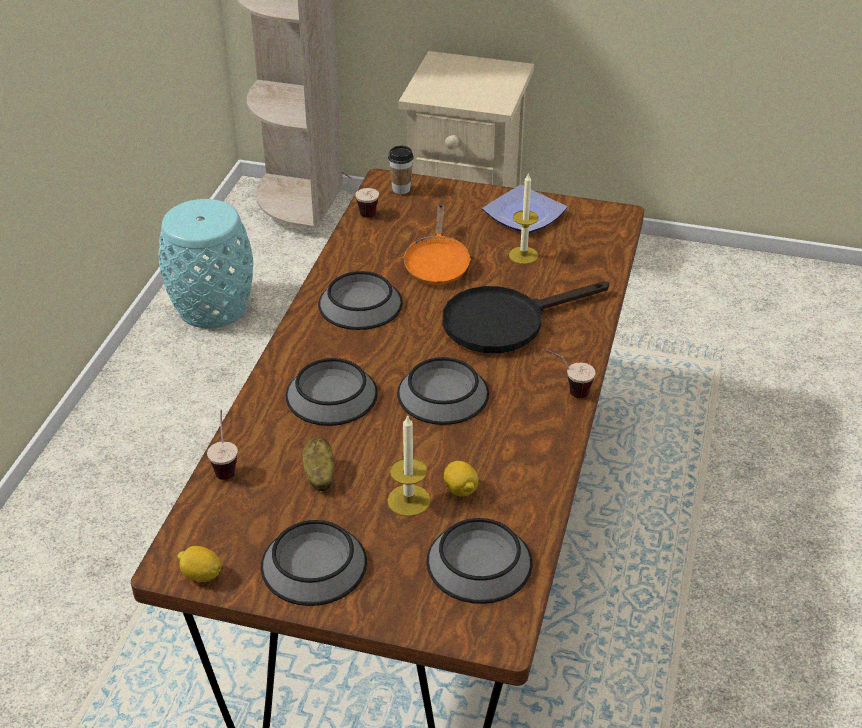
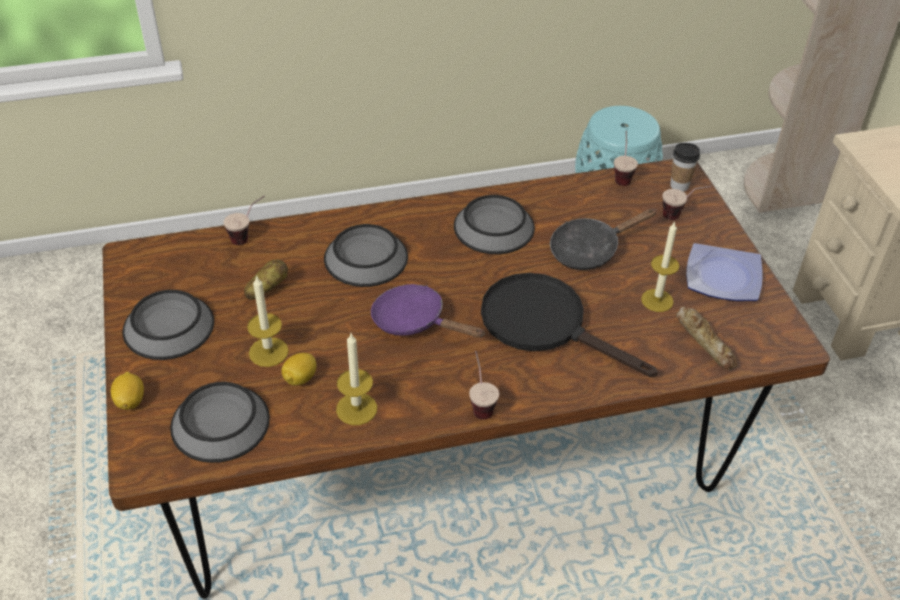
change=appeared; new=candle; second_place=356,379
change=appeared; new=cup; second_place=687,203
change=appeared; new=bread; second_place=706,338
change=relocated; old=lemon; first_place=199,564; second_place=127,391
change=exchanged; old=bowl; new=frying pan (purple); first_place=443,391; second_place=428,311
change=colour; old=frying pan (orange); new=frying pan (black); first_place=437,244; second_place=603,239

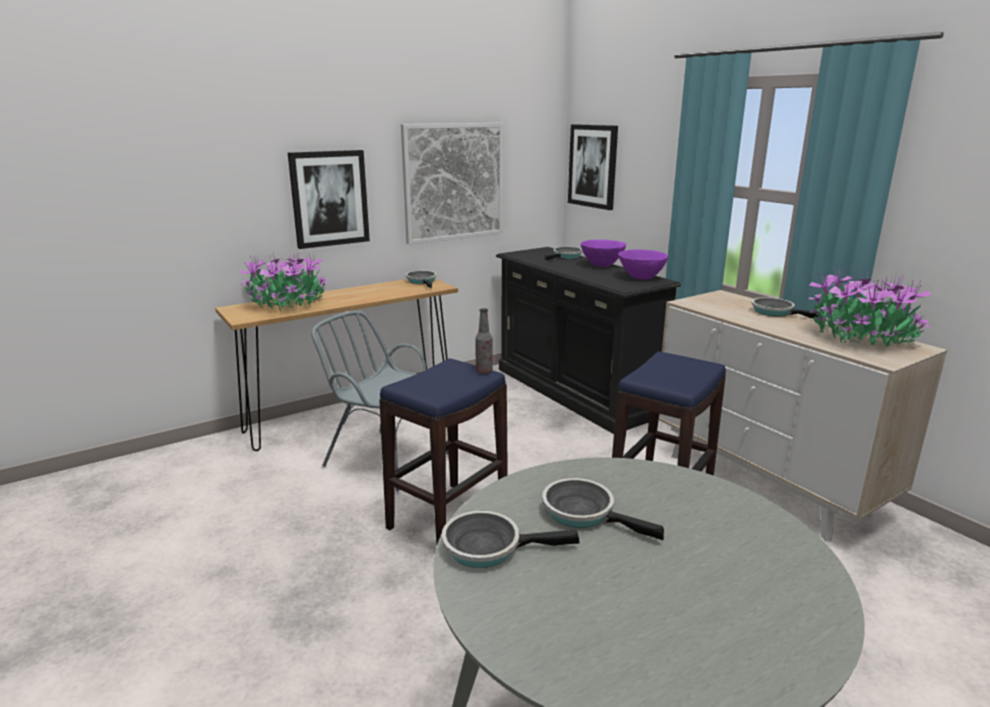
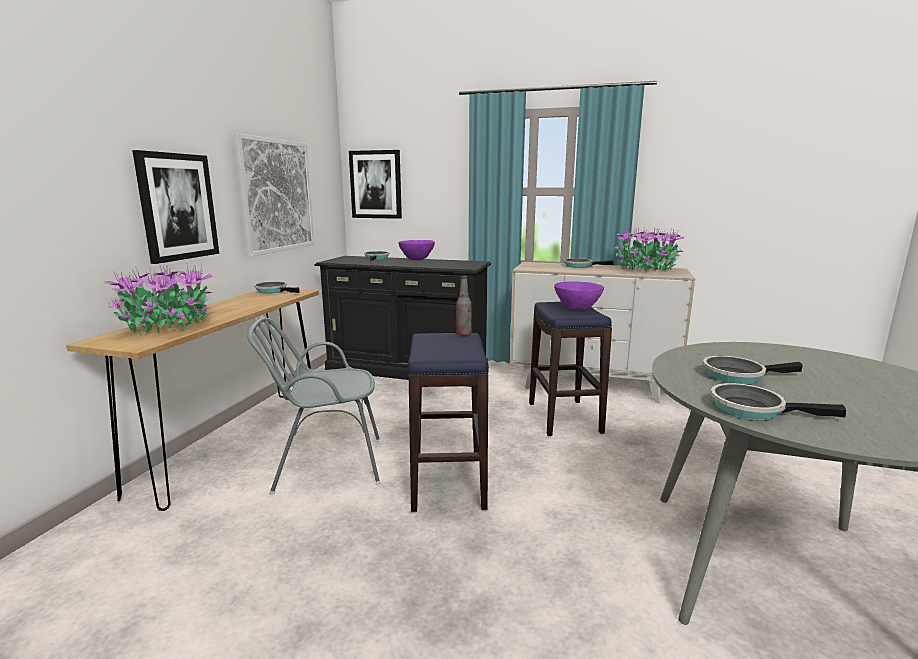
change=relocated; old=bowl (purple); first_place=643,264; second_place=579,295
change=spun; old=frying pan; first_place=511,539; second_place=778,402; degrees=60

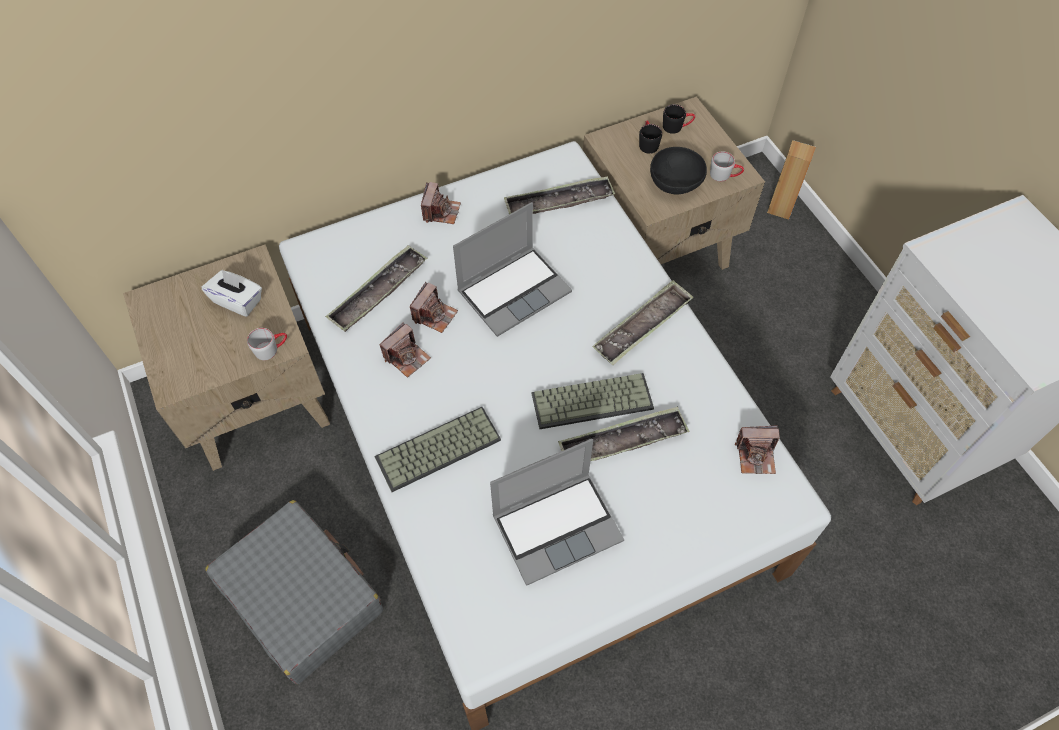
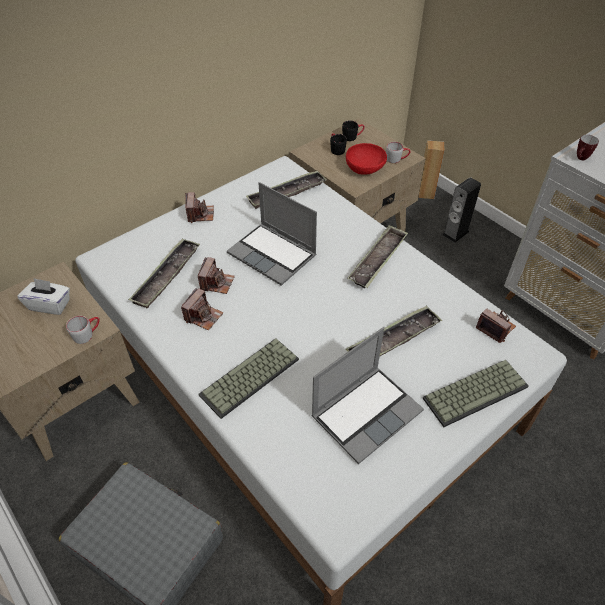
change=appeared; new=speaker; second_place=462,210
change=appeared; new=mug; second_place=588,147
change=relocated; old=keyboard; first_place=593,401; second_place=476,393
change=colour; old=bowl (black); new=bowl (red); first_place=678,171; second_place=366,158
change=spun; old=laptop; first_place=512,269; second_place=272,234; degrees=90
change=spun; old=photo camera; first_place=757,450; second_place=496,326; degrees=-120

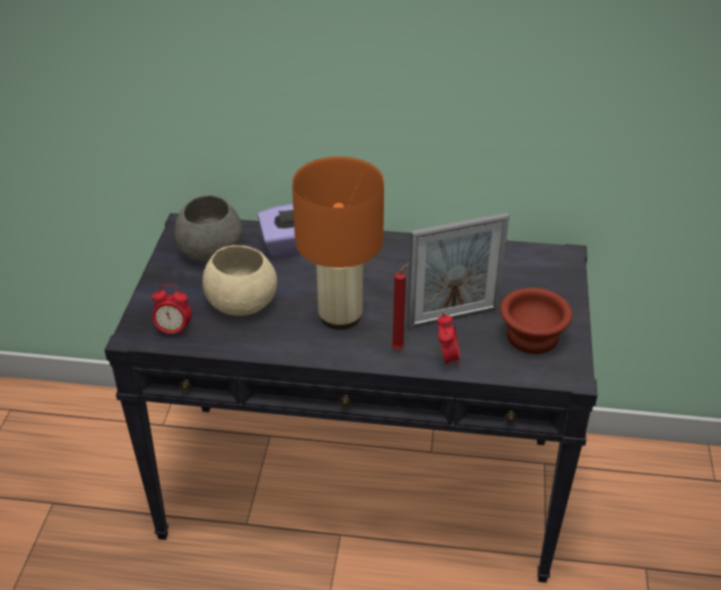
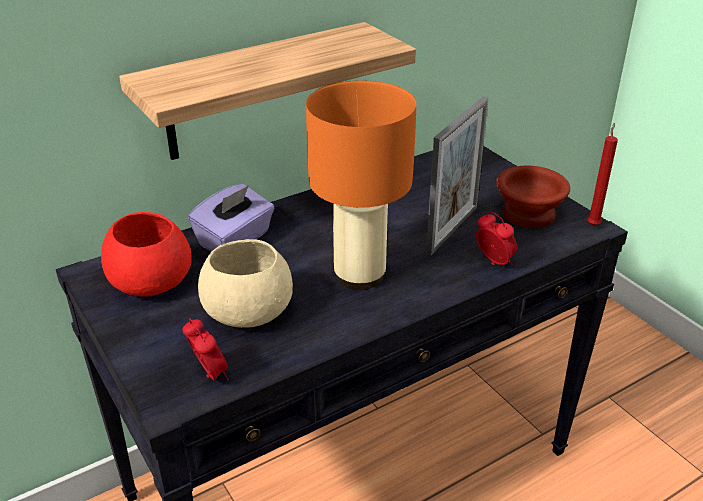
change=appeared; new=shelf; second_place=267,91
change=relocated; old=candle (red); first_place=400,305; second_place=603,174
change=colour; old=bowl (grey); new=bowl (red); first_place=208,228; second_place=146,254
change=spun; old=alarm clock; first_place=172,310; second_place=205,349; degrees=-90

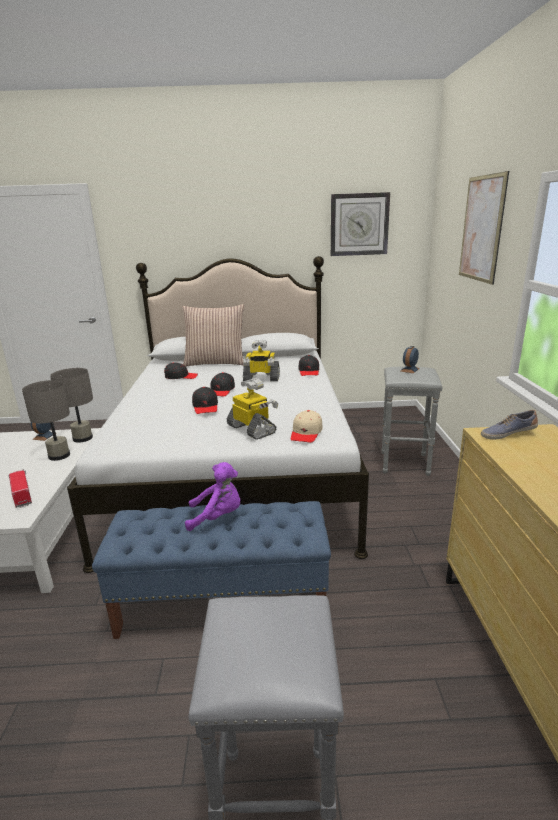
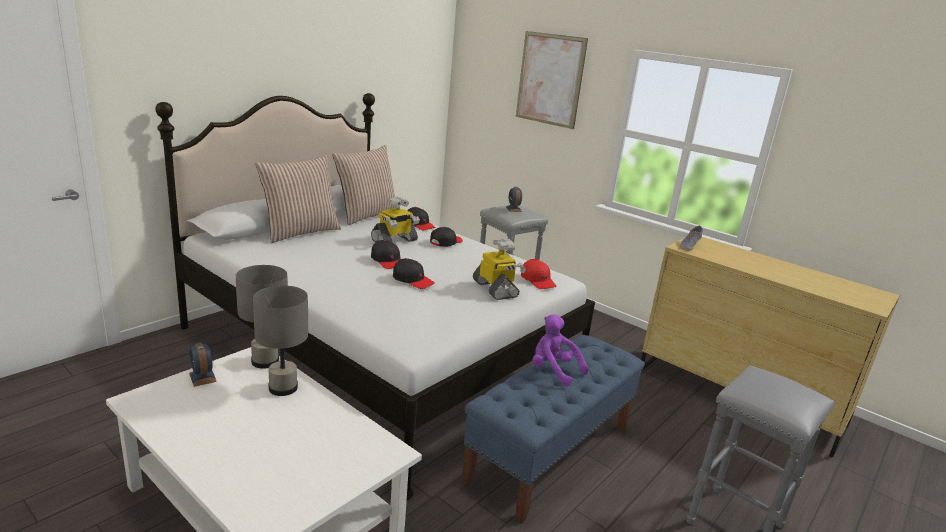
change=missing; old=toy truck; first_place=20,488
change=missing; old=wall clock; first_place=360,224
change=appeared; new=pillow; second_place=364,185
change=relocated; old=cap (black); first_place=181,371; second_place=446,237
change=colour; old=cap (beige); new=cap (red); first_place=307,426; second_place=539,274
change=spun; old=plush toy (purple); first_place=212,496; second_place=561,350; degrees=-90
change=spun; old=toy robot; first_place=252,409; second_place=499,269; degrees=60

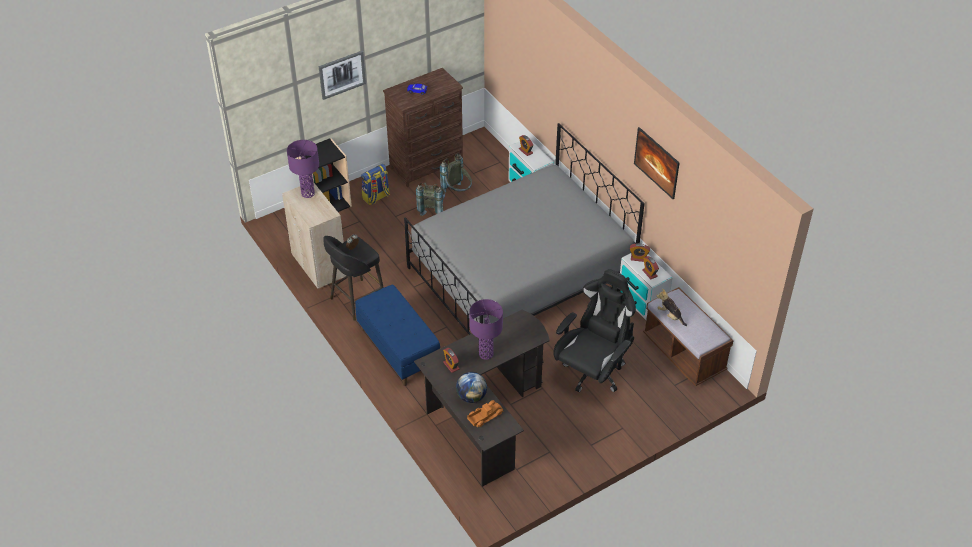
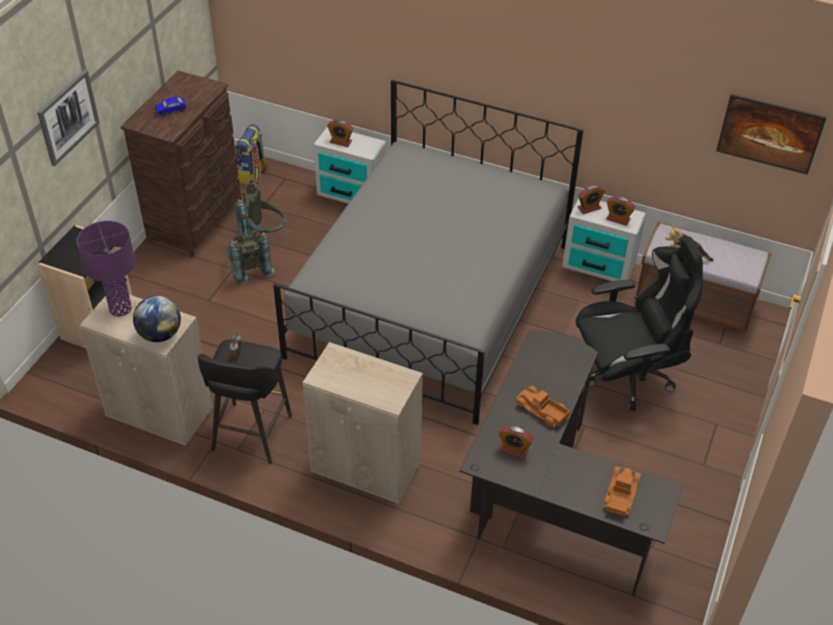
change=relocated; old=backpack; first_place=375,184; second_place=251,154
change=relocated; old=globe; first_place=471,387; second_place=157,319
change=relocated; old=picture; first_place=656,163; second_place=771,134
change=exchanged; old=bench (blue); new=cabinet (beige); first_place=397,335; second_place=363,423
change=exchanged; old=table lamp (purple); new=toy truck; first_place=486,329; second_place=543,406
change=spun; old=office chair (black); first_place=594,330; second_place=639,323; degrees=75

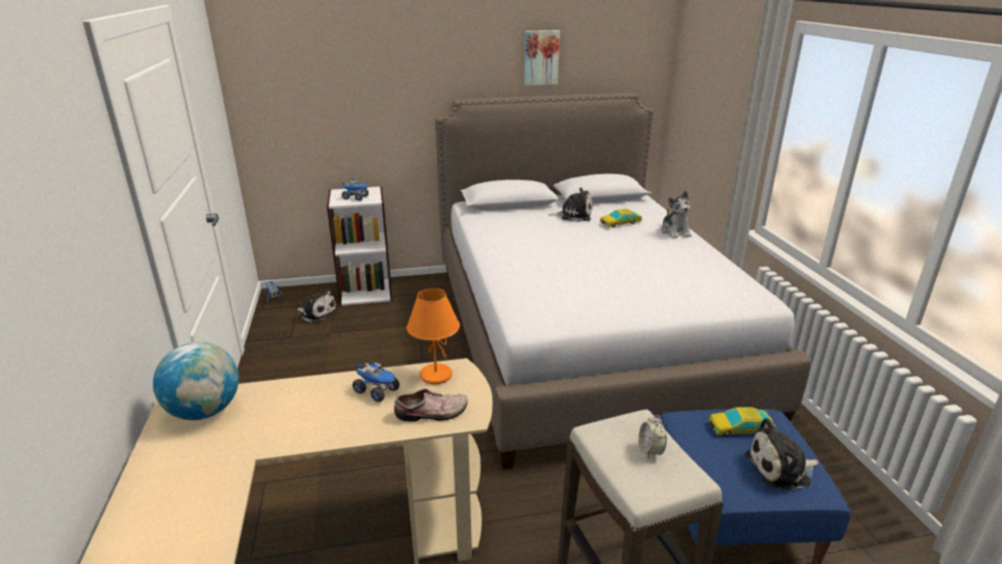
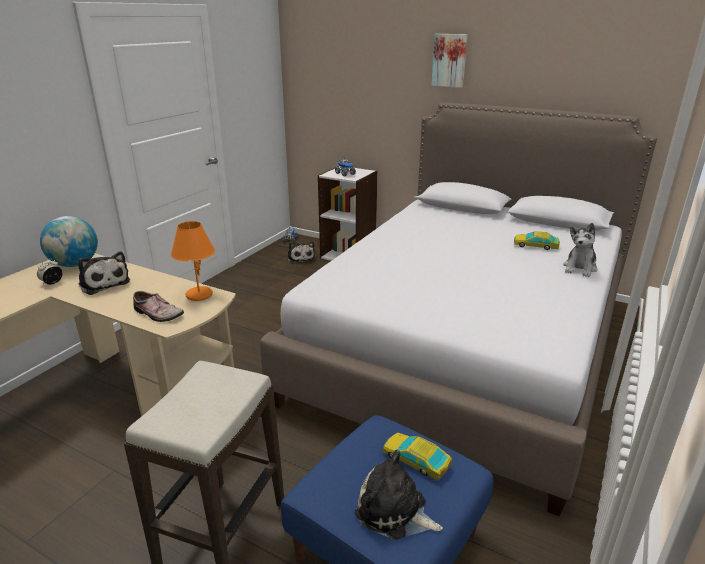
change=missing; old=toy truck; first_place=376,381
change=relocated; old=picture; first_place=542,58; second_place=450,61
change=relocated; old=plush toy; first_place=570,205; second_place=104,273
change=relocated; old=alarm clock; first_place=653,437; second_place=50,272

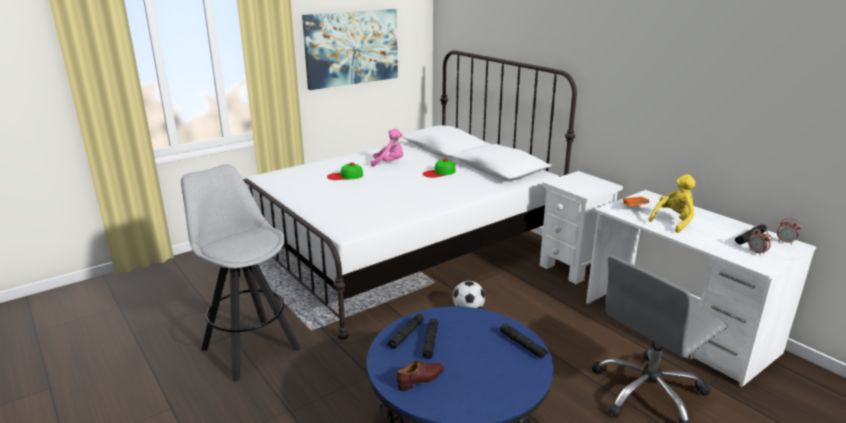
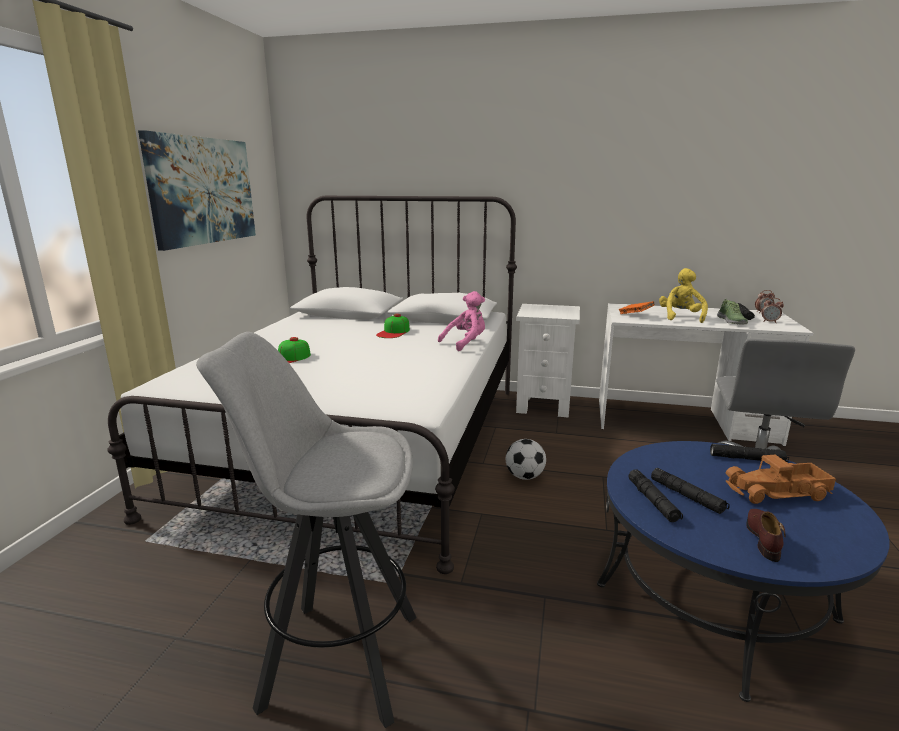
change=appeared; new=shoe; second_place=732,312
change=appeared; new=toy truck; second_place=781,479
change=relocated; old=plush toy (pink); first_place=387,147; second_place=461,321

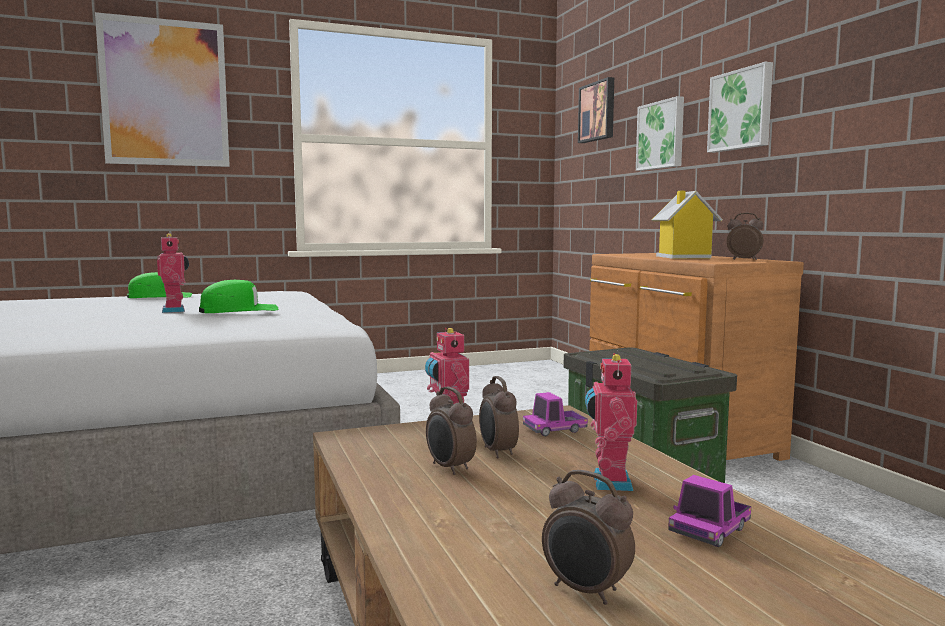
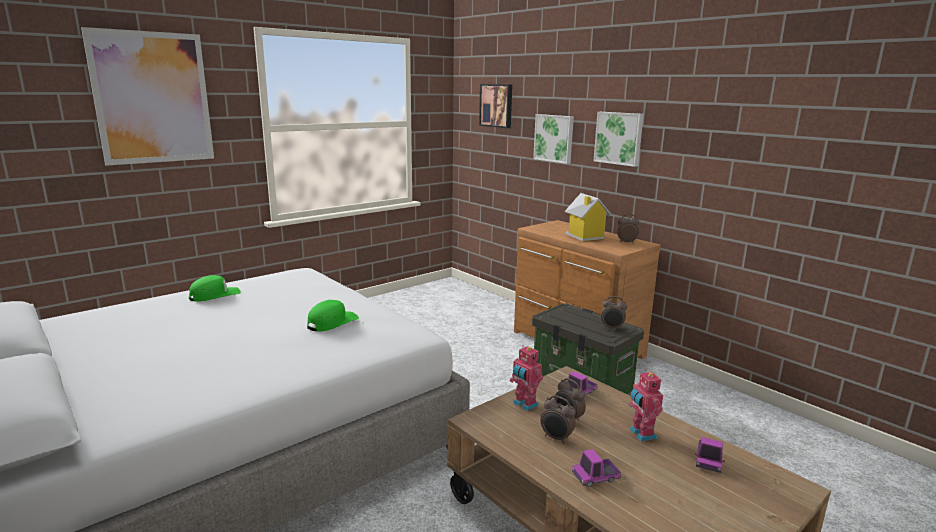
change=missing; old=toy robot; first_place=173,273
change=appeared; new=toy truck; second_place=596,468
change=relocated; old=alarm clock; first_place=588,537; second_place=614,313

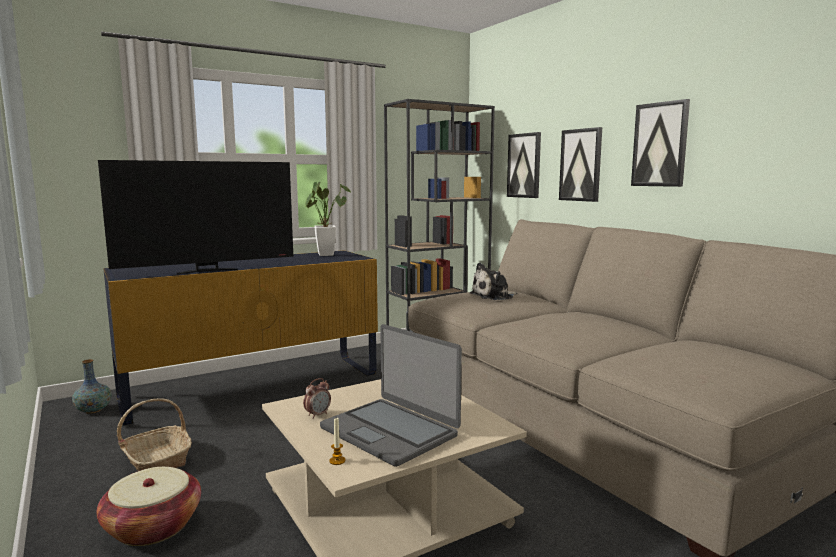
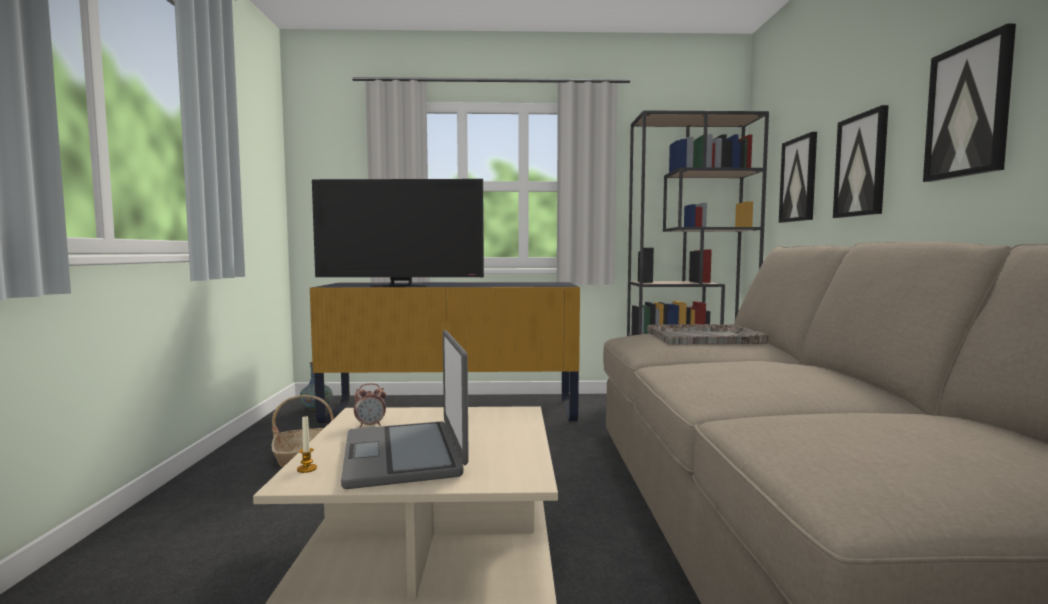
change=missing; old=basket; first_place=149,506
change=missing; old=potted plant; first_place=328,219
change=exchanged; old=plush toy; new=tray (grey); first_place=493,281; second_place=708,334

